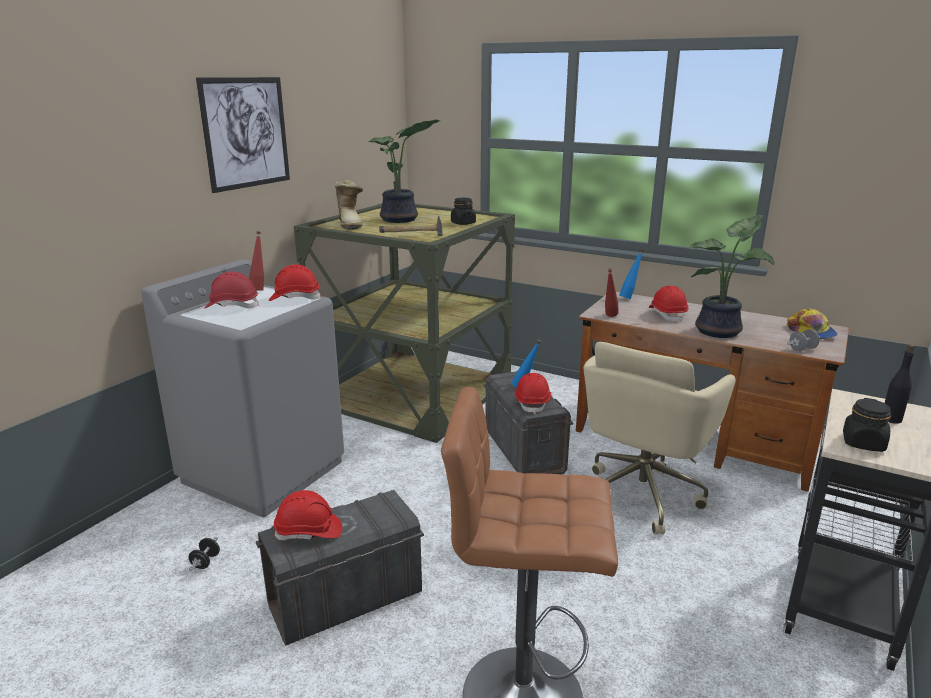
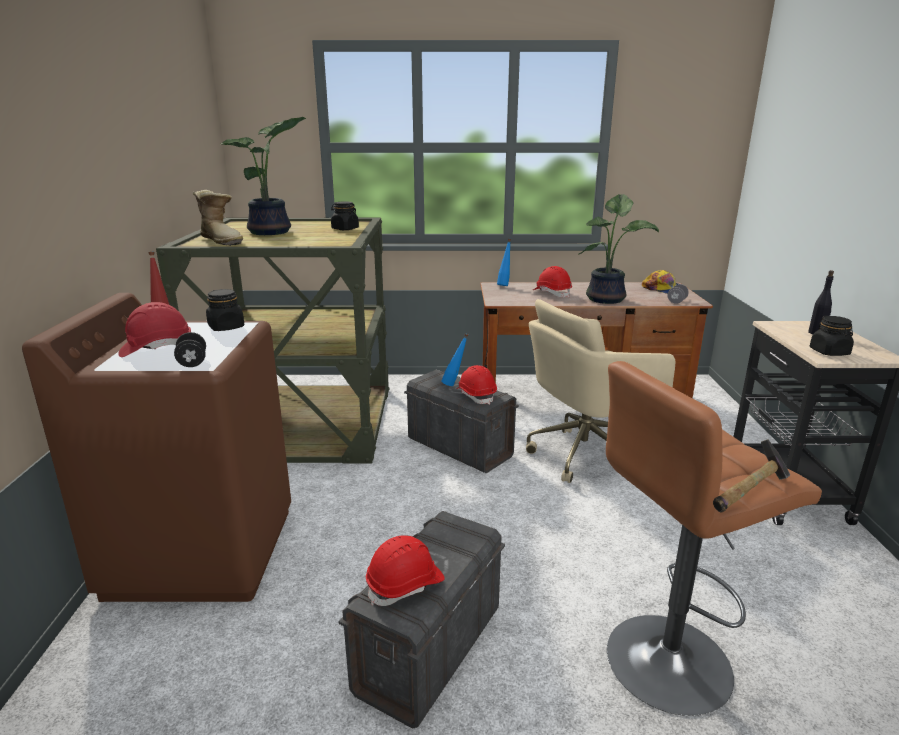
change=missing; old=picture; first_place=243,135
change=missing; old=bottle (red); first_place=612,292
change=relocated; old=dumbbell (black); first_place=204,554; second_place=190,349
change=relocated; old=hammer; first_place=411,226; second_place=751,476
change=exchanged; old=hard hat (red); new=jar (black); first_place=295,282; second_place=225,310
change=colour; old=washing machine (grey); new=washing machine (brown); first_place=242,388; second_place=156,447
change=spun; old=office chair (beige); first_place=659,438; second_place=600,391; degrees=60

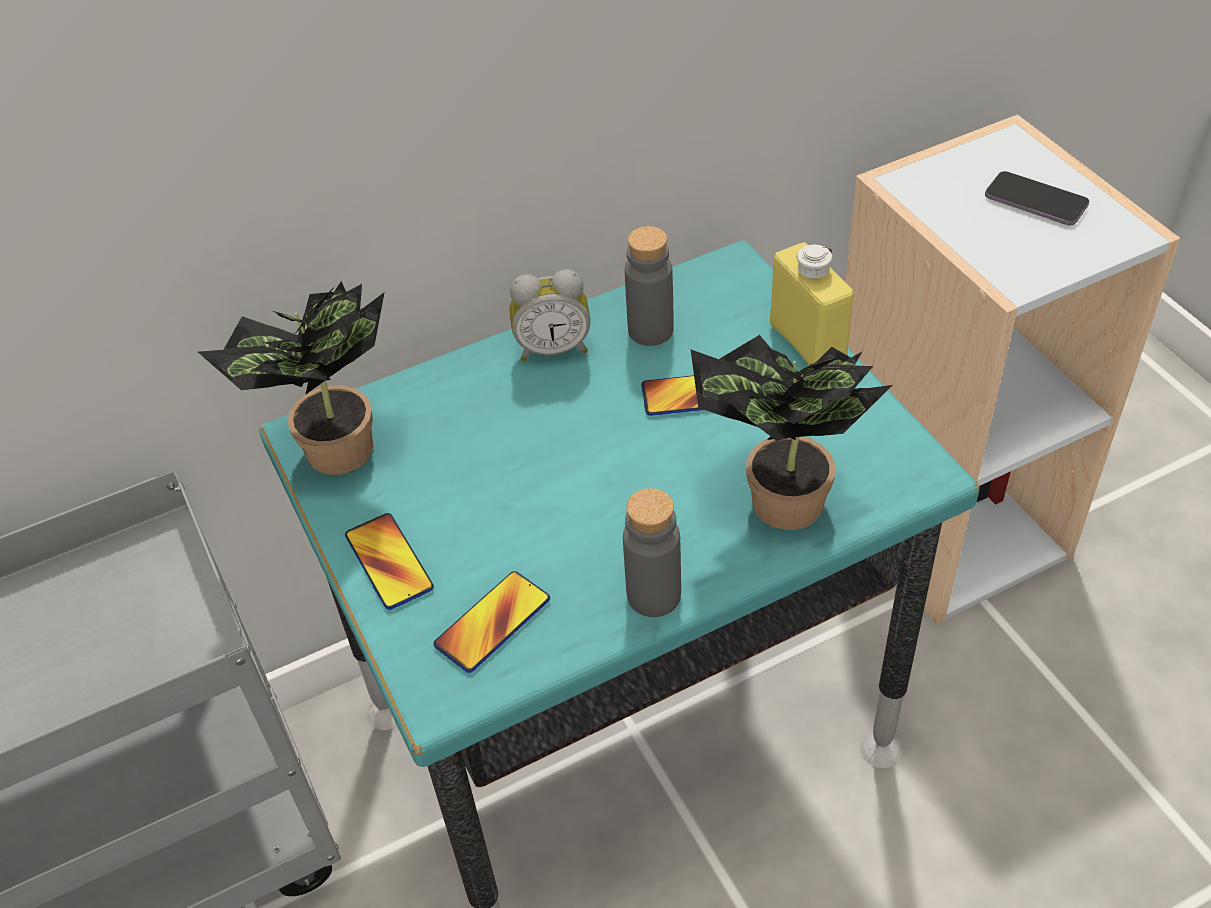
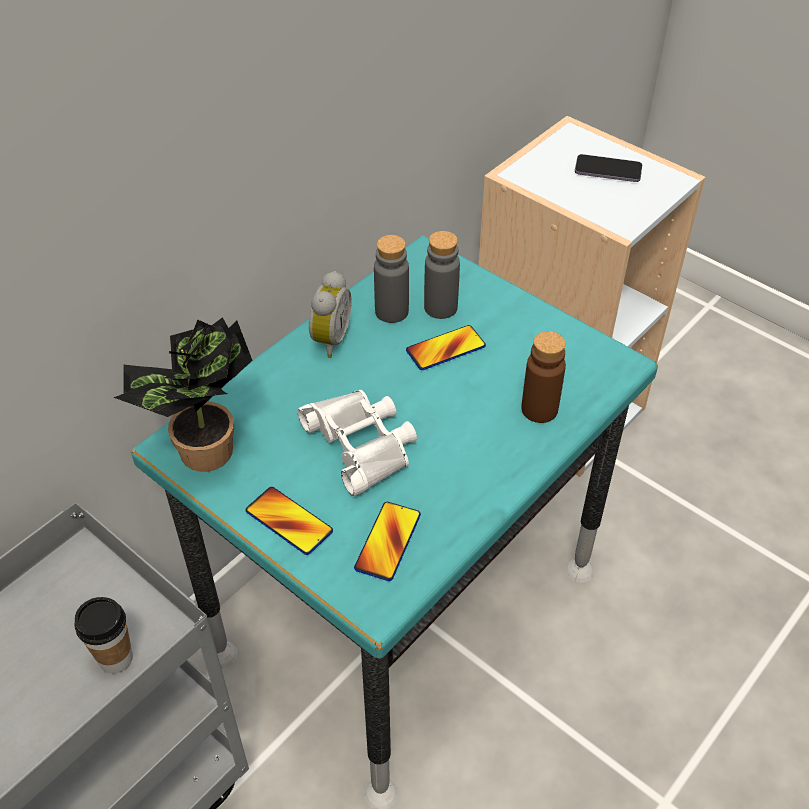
change=missing; old=bottle (yellow); first_place=812,304
change=appeared; new=cup; second_place=104,635
change=appeared; new=binoculars (white); second_place=357,443
change=relocated; old=bottle (grey); first_place=652,552; second_place=442,275
change=exchanged; old=potted plant; new=bottle (brown); first_place=792,432; second_place=543,377
change=spun; old=alarm clock; first_place=550,315; second_place=330,314; degrees=-45

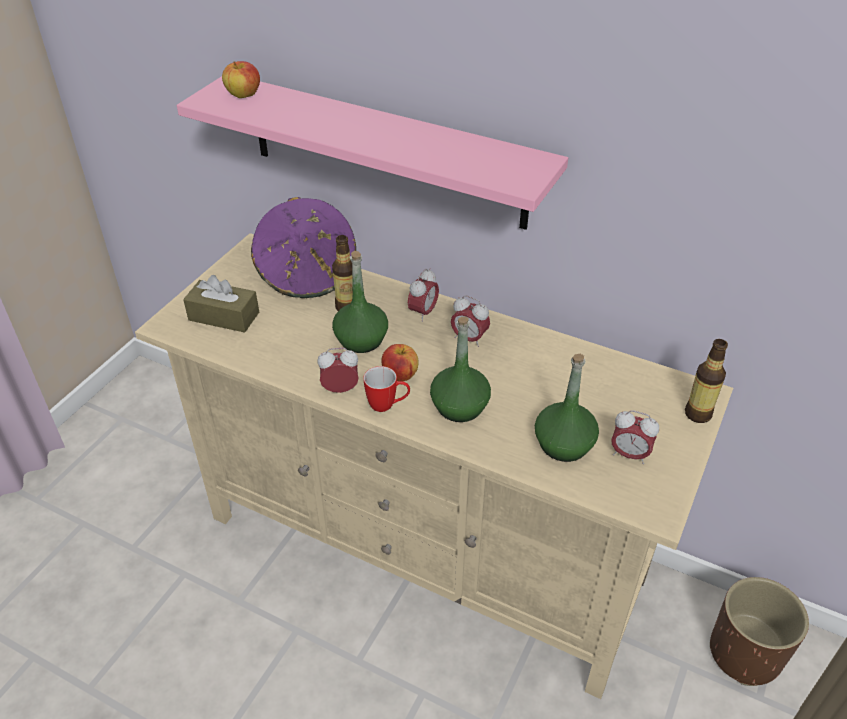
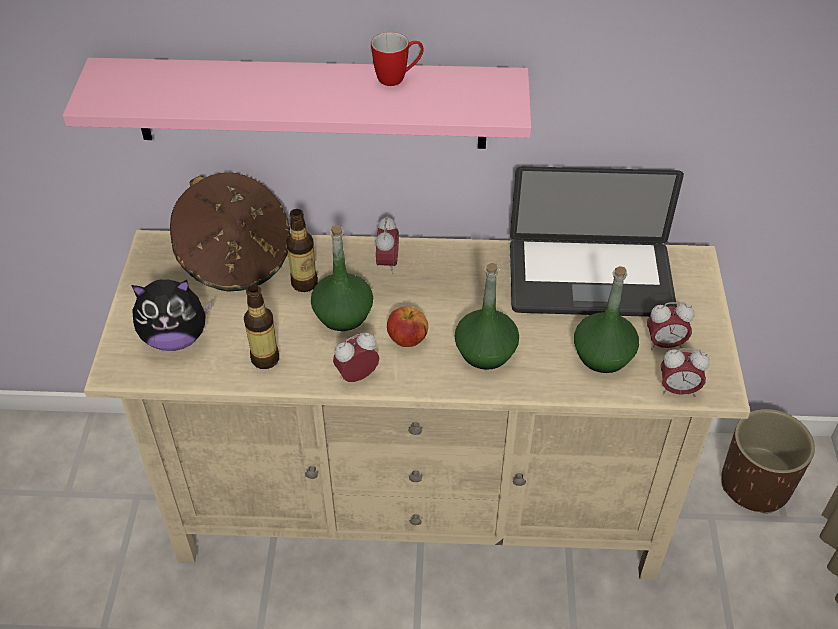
change=missing; old=apple; first_place=241,79
change=appeared; new=laptop; second_place=597,241
change=relocated; old=mug; first_place=386,389; second_place=397,59
change=relocated; old=alarm clock; first_place=470,321; second_place=685,372
change=relocated; old=bottle; first_place=706,381; second_place=261,327
change=exchanged; old=tissue box (brown); new=plush toy; first_place=221,304; second_place=172,315
change=colour; old=hat (purple); new=hat (brown); first_place=303,247; second_place=230,232

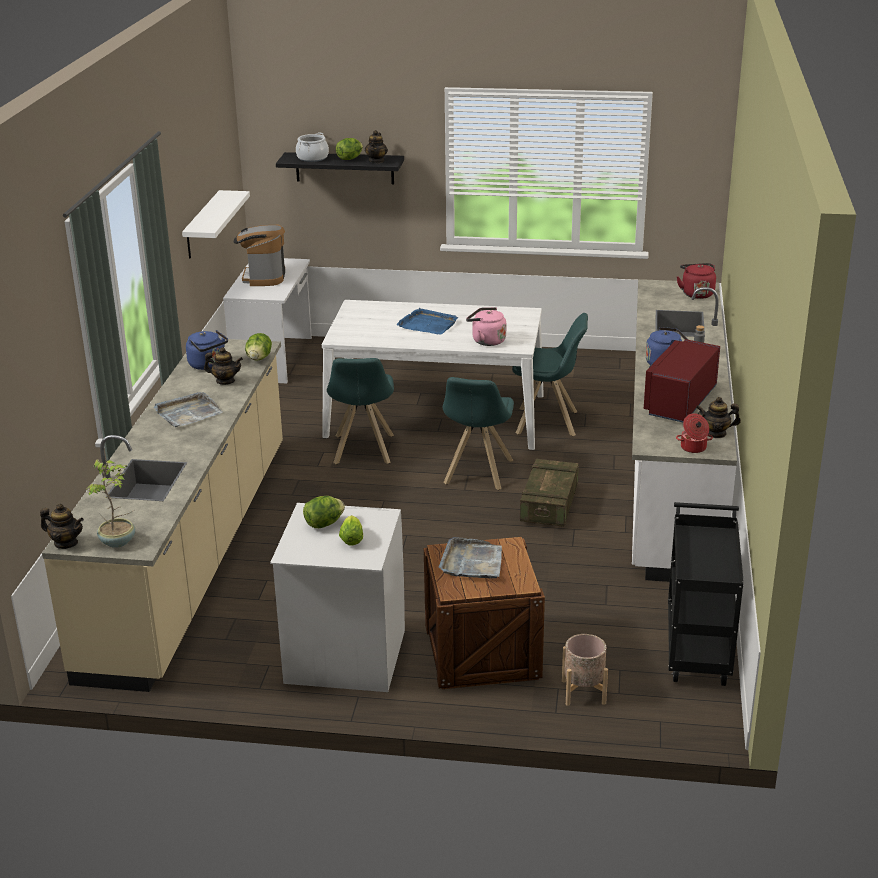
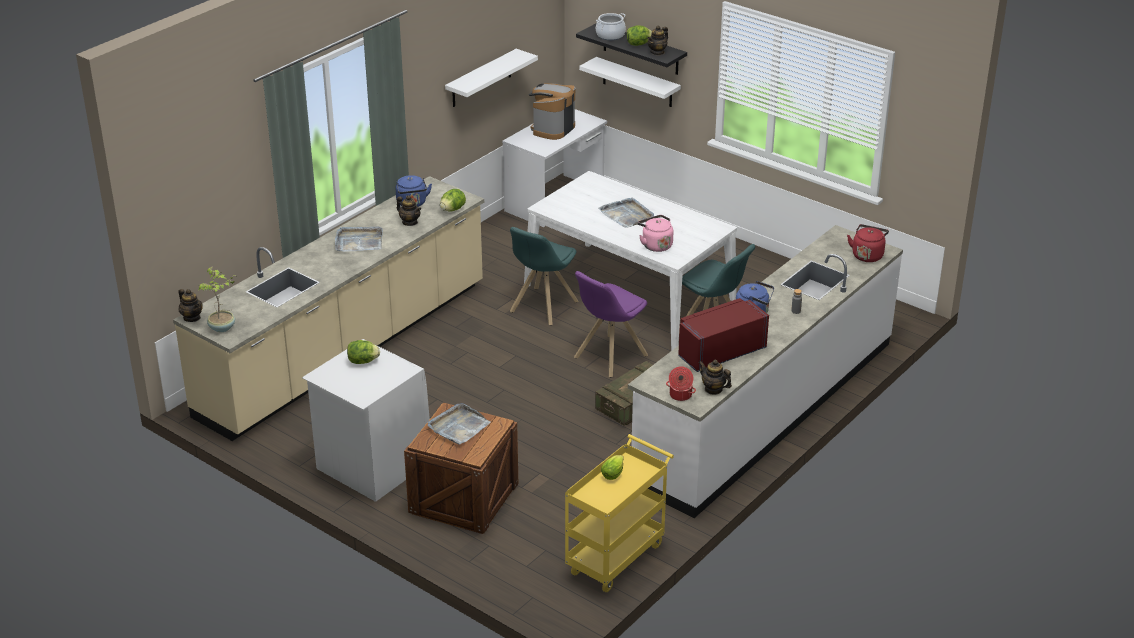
change=missing; old=planter (beige); first_place=585,670
change=appeared; new=shelf (white); second_place=630,82
change=relocated; old=lettuce; first_place=351,530; second_place=612,467
change=colour; old=tray (blue); new=tray (grey); first_place=427,321; second_place=626,212
change=colour; old=chair (turquoise); new=chair (purple); first_place=478,433; second_place=611,324
change=colour; old=cart (black); new=cart (yellow); first_place=706,594; second_place=619,513

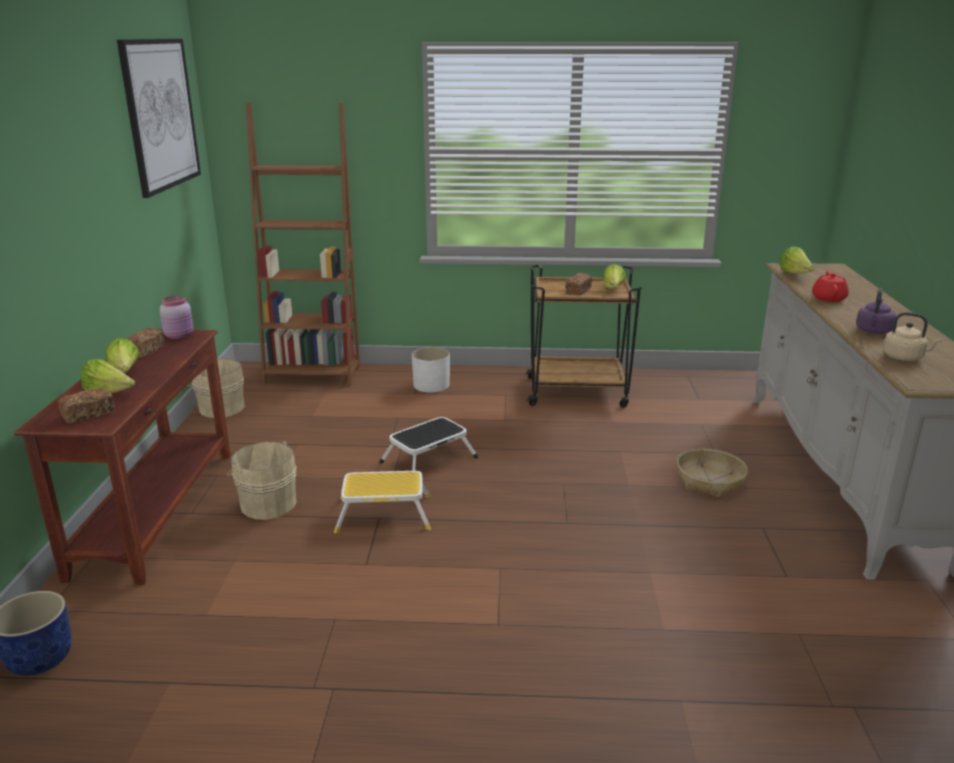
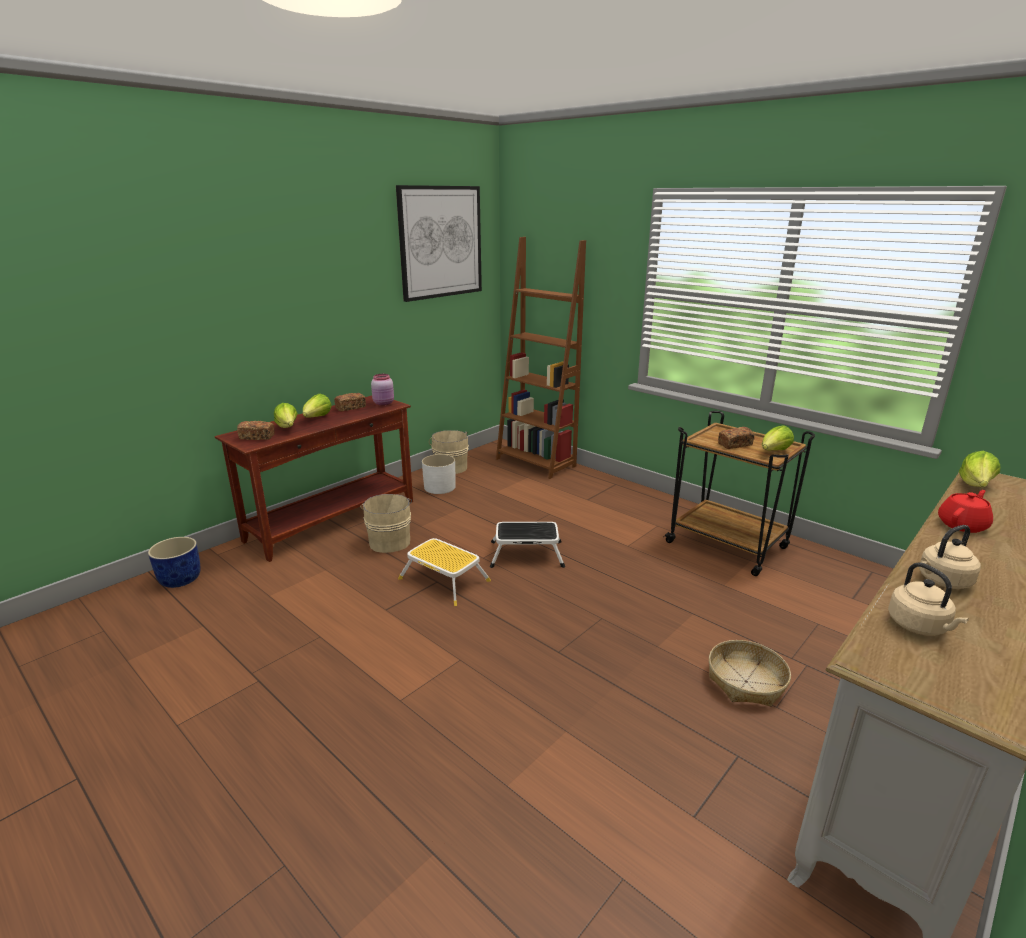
change=relocated; old=planter (white); first_place=431,370; second_place=438,474
change=colour; old=kettle (purple); new=kettle (beige); first_place=876,311; second_place=950,557

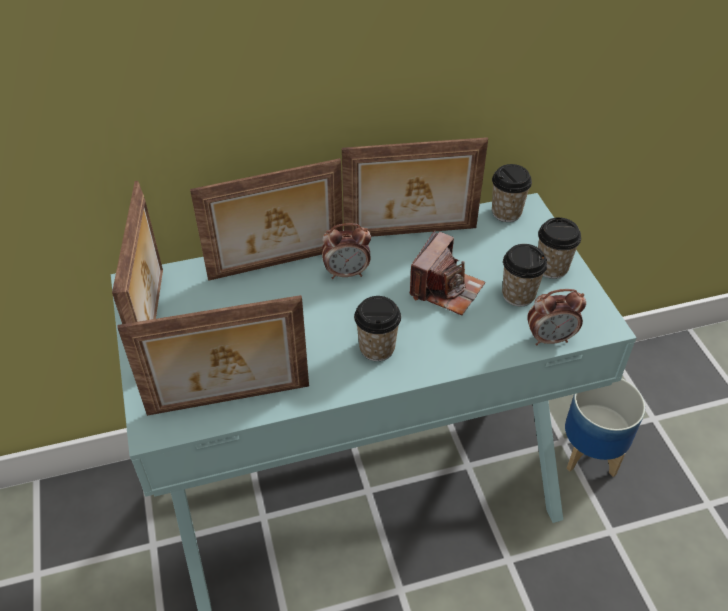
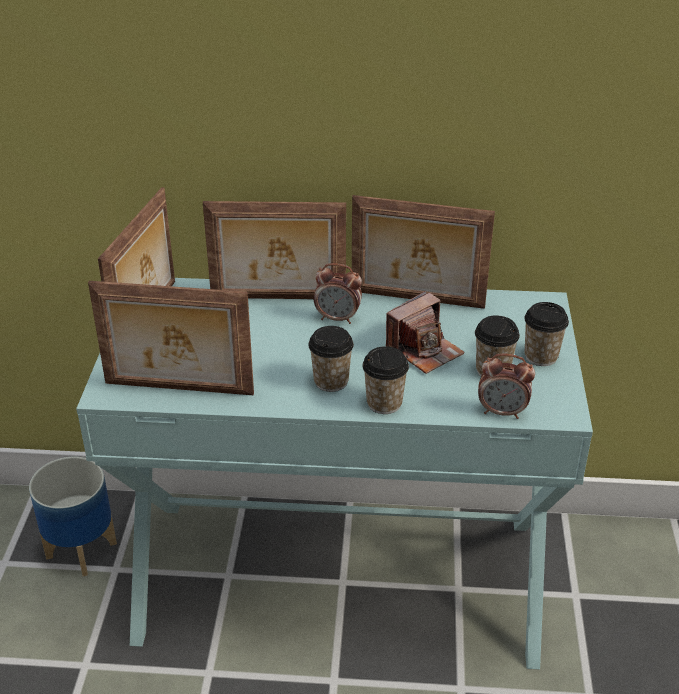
change=relocated; old=cup; first_place=512,193; second_place=385,380
change=relocated; old=planter; first_place=605,427; second_place=73,516

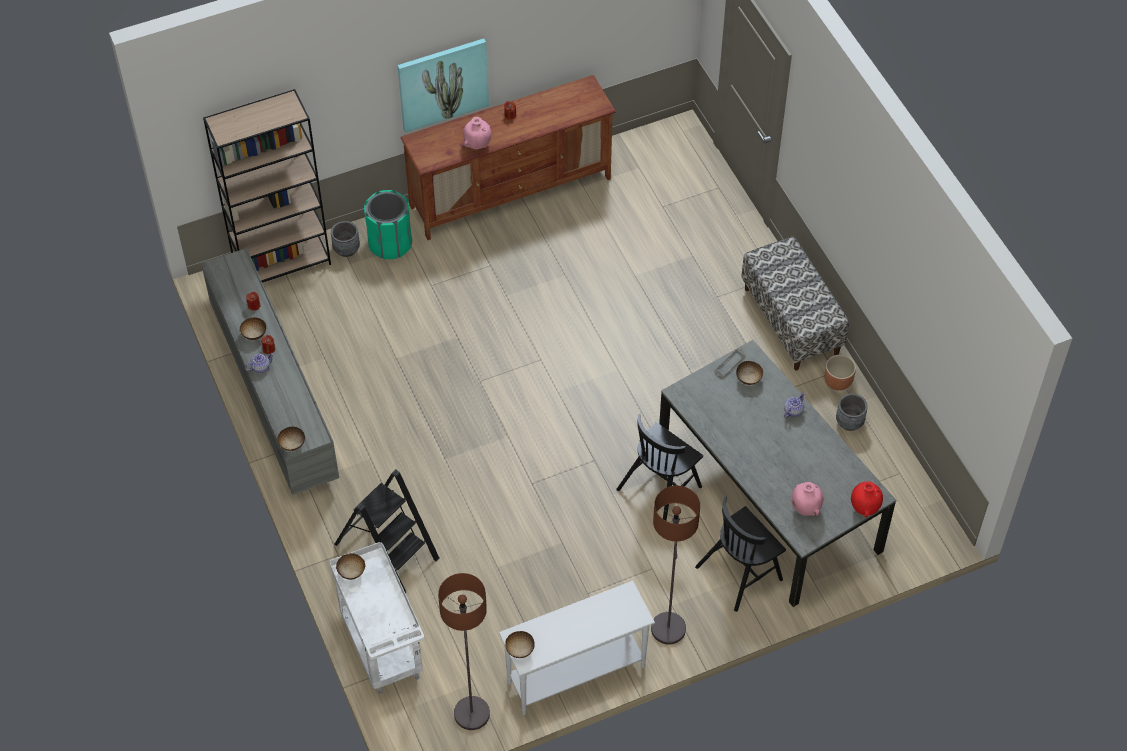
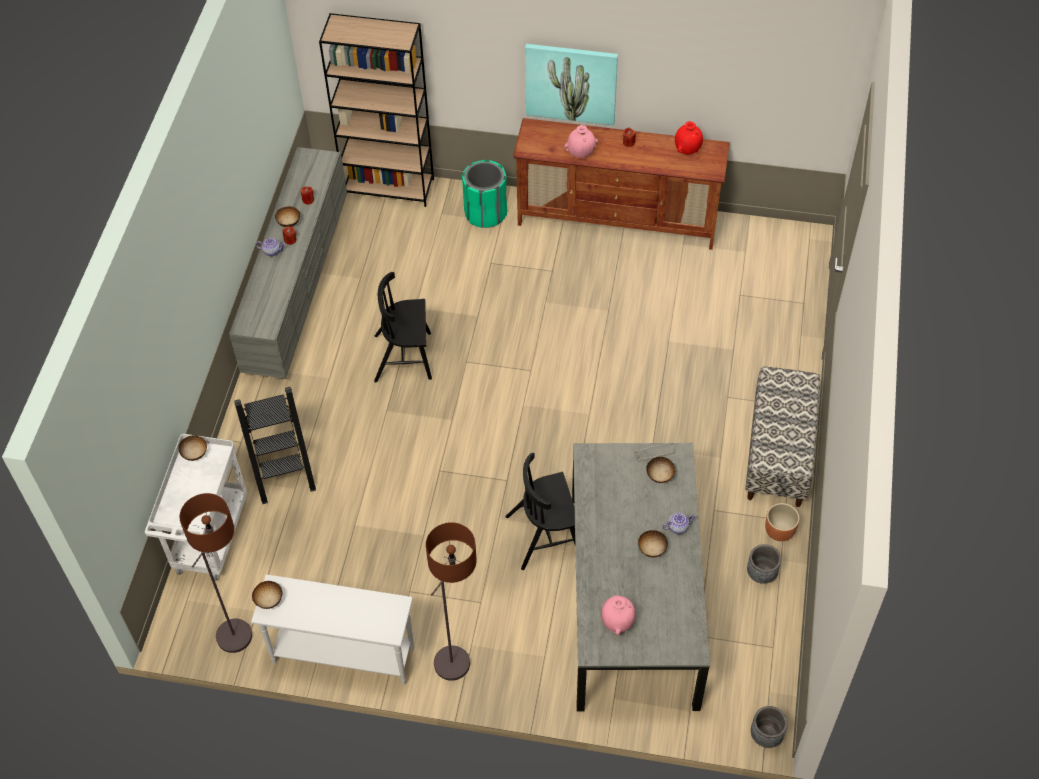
change=relocated; old=bowl; first_place=291,439; second_place=653,543
change=relocated; old=planter (grey); first_place=345,239; second_place=769,727
change=relocated; old=chair (black); first_place=740,554; second_place=403,327
change=relocated; old=vase (red); first_place=867,499; second_place=689,137

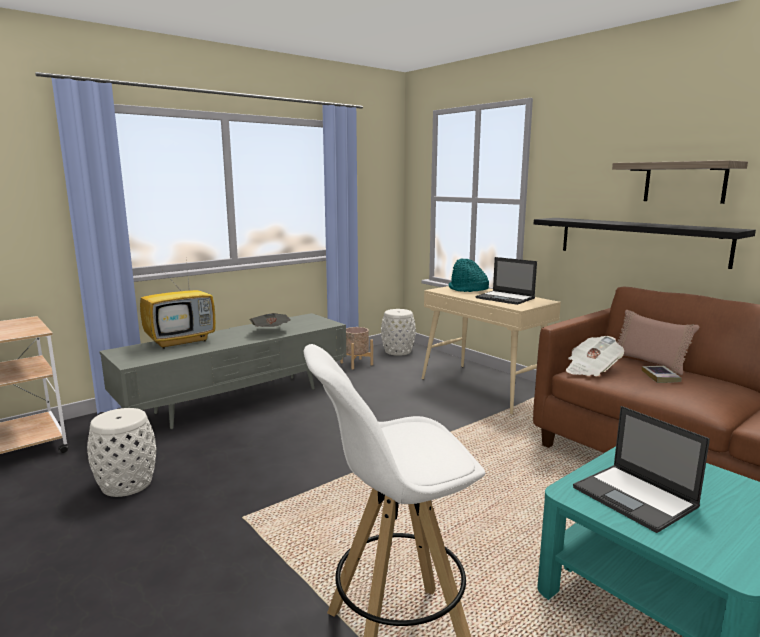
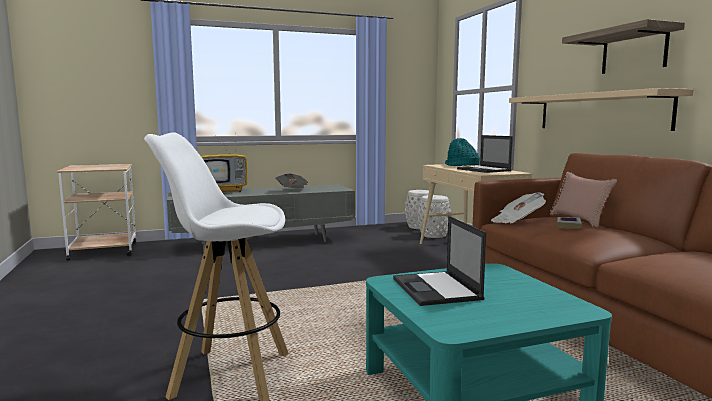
change=missing; old=planter (beige); first_place=356,348
change=relocated; old=stool (white); first_place=121,452; second_place=434,216
change=colour; old=shelf (black); new=shelf (beige); first_place=645,243; second_place=601,109

